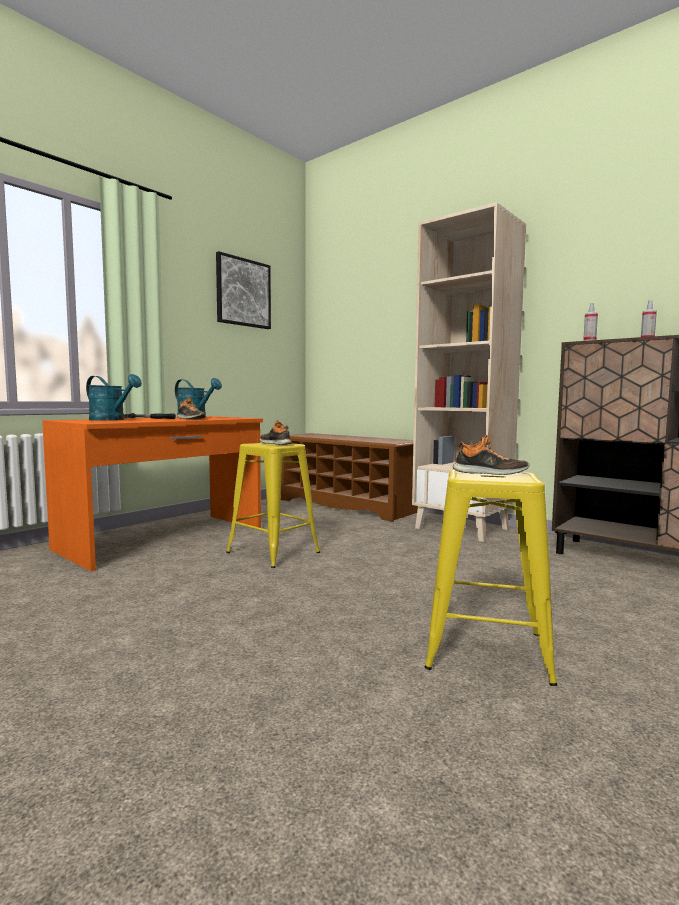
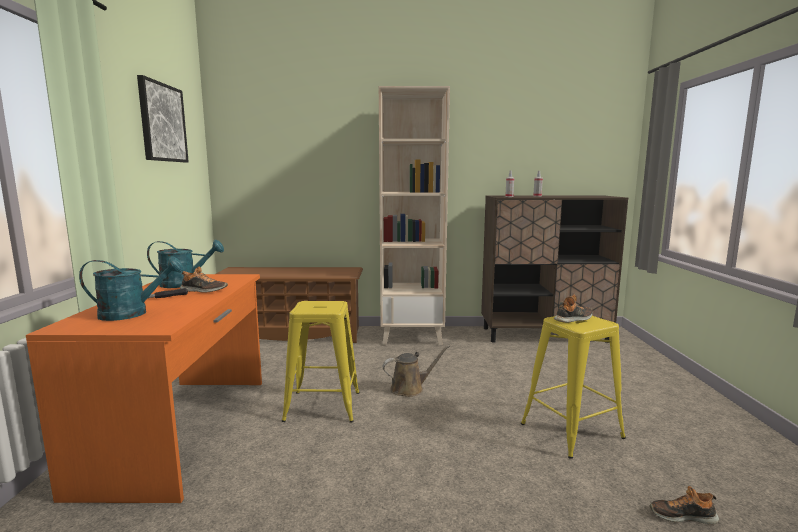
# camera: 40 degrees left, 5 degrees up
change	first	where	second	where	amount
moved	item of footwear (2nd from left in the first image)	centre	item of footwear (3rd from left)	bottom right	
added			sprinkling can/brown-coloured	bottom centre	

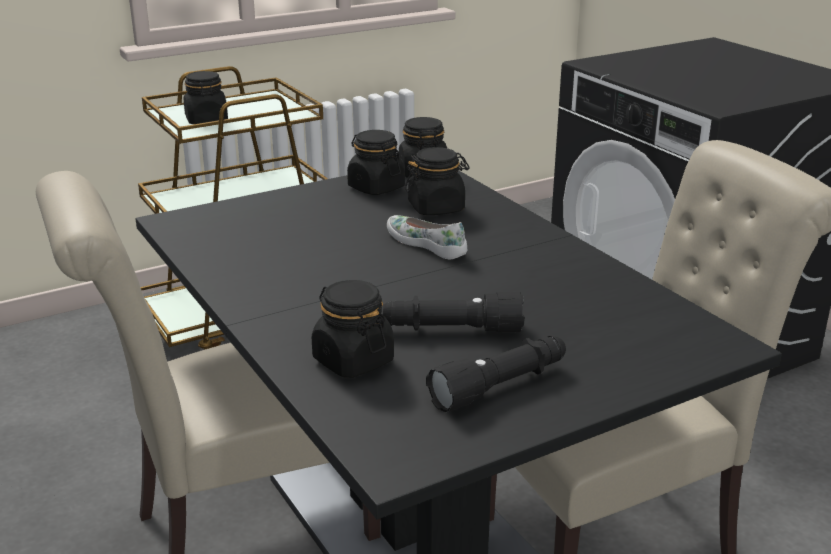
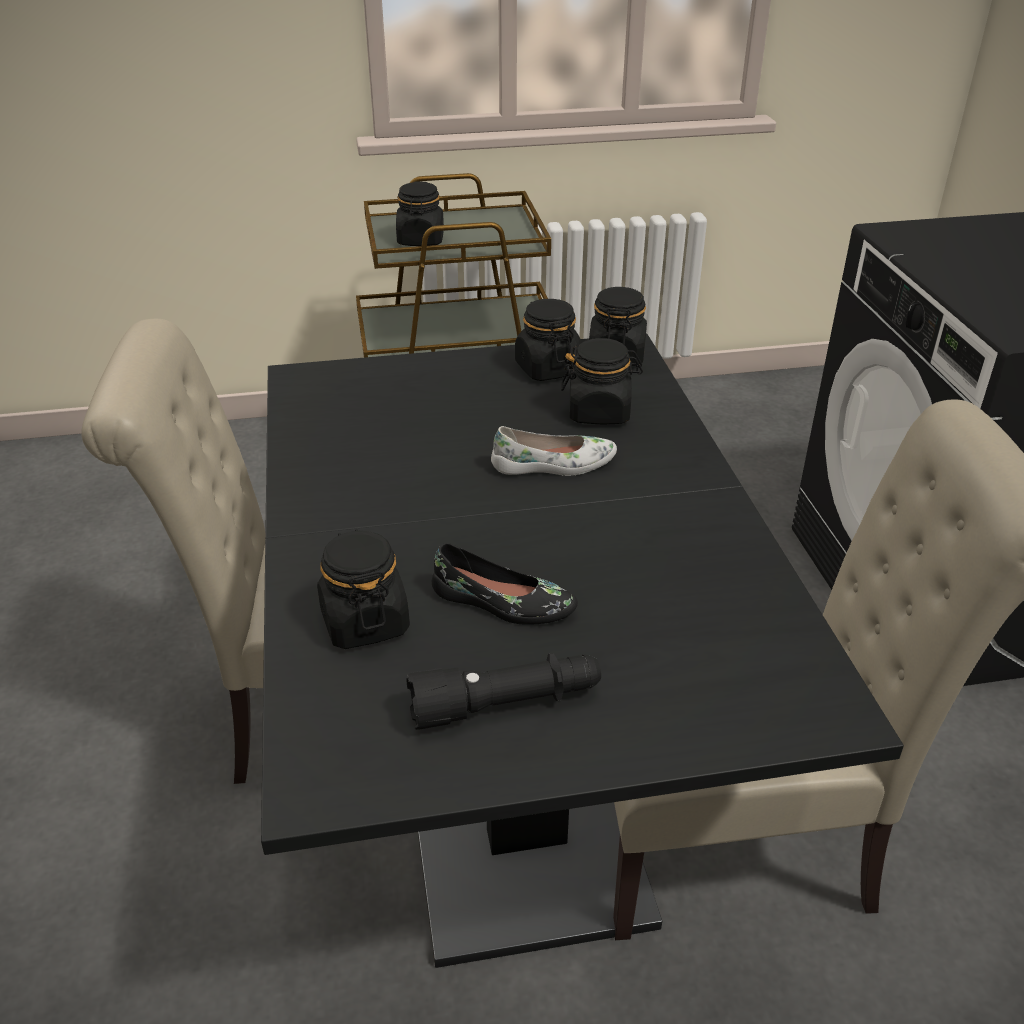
# camera: 20 degrees right, 10 degrees up
change	first	where	second	where	amount
replaced	torch/black (1st from left)	centre	item of footwear/black	centre	
turned	item of footwear/white-coloured	centre		centre	105 degrees clockwise

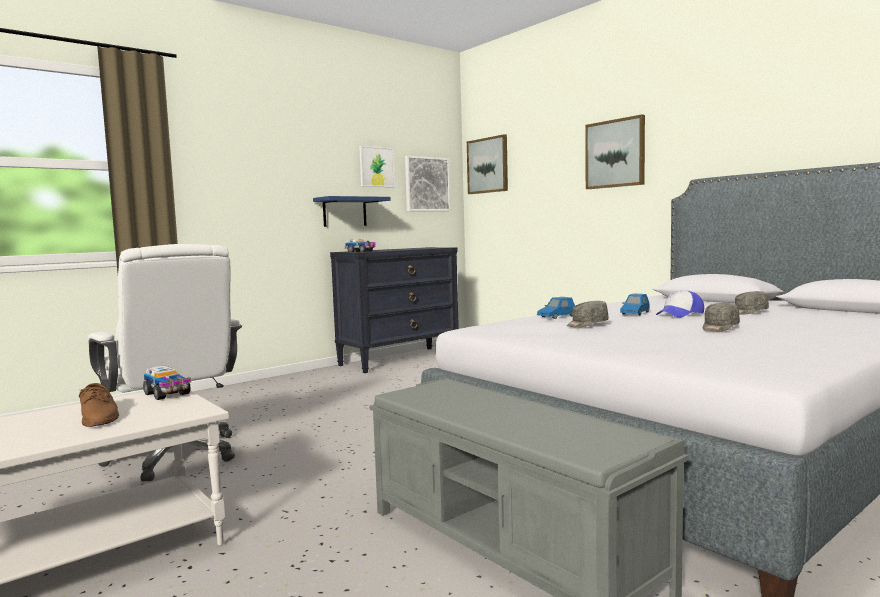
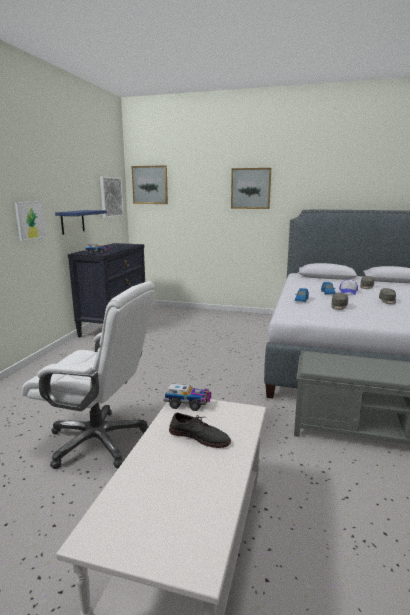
# camera: 35 degrees left, 10 degrees up
change	first	where	second	where	amount
recoloured	item of footwear/brown-coloured	bottom left	item of footwear/greyish	bottom centre	
moved	wall picture (1st from left)	top centre		middle left	

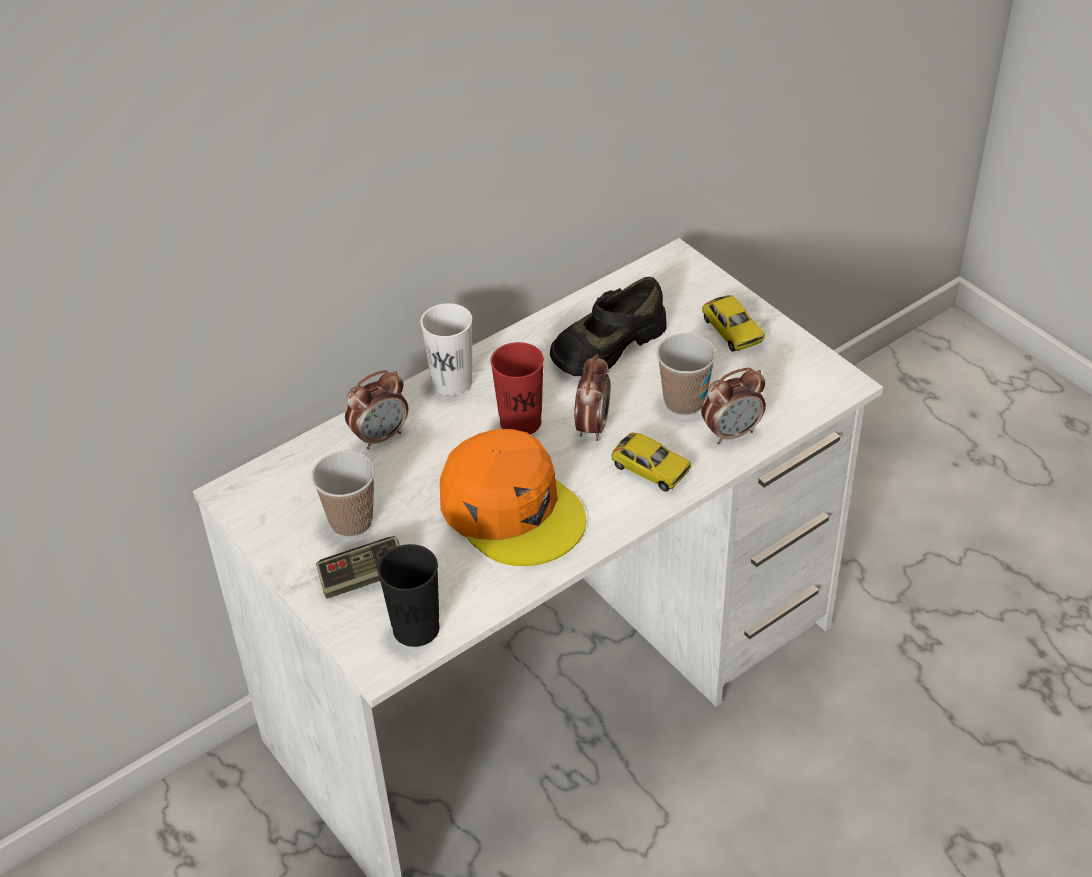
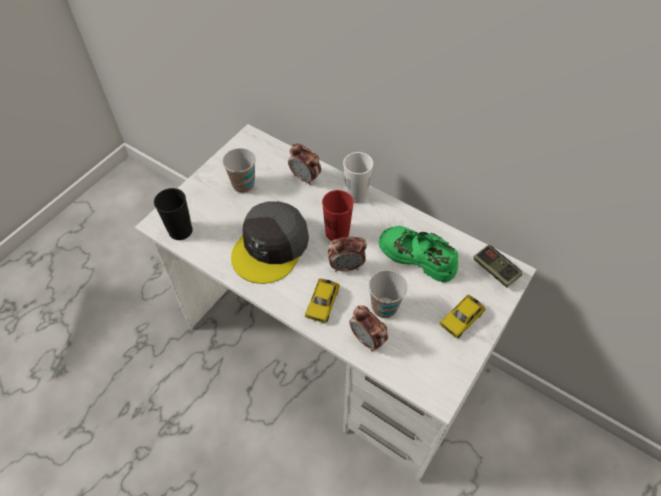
# camera: 70 degrees right, 10 degrees up
change	first	where	second	where	amount
moved	gamepad	middle left		middle right	
recoloured	peaked cap/orange	centre	peaked cap/greyish	centre	
recoloured	item of footwear/black	centre	item of footwear/green-coloured	centre	

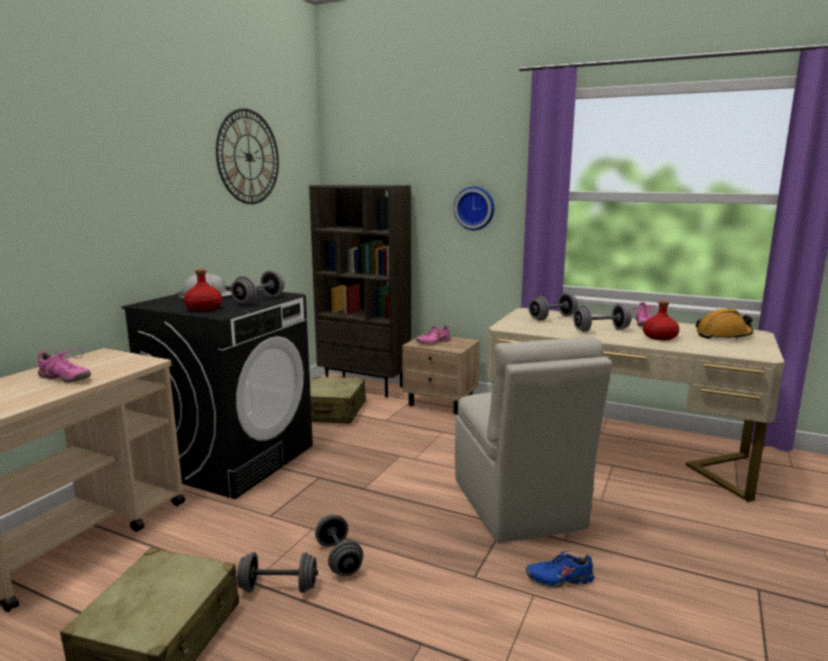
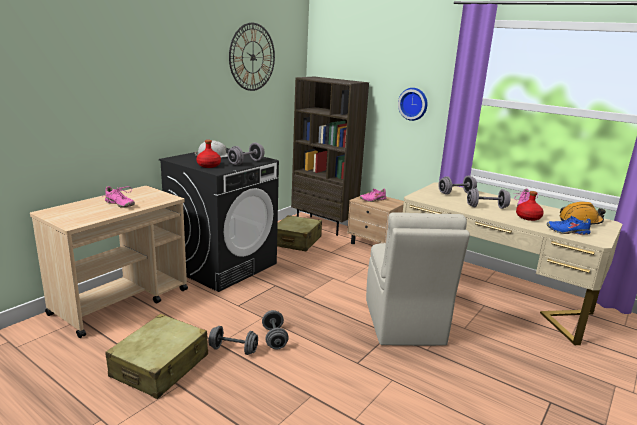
# camera: 10 degrees right, 5 degrees up
change	first	where	second	where	amount
moved	item of footwear/bluish	bottom right		middle right	

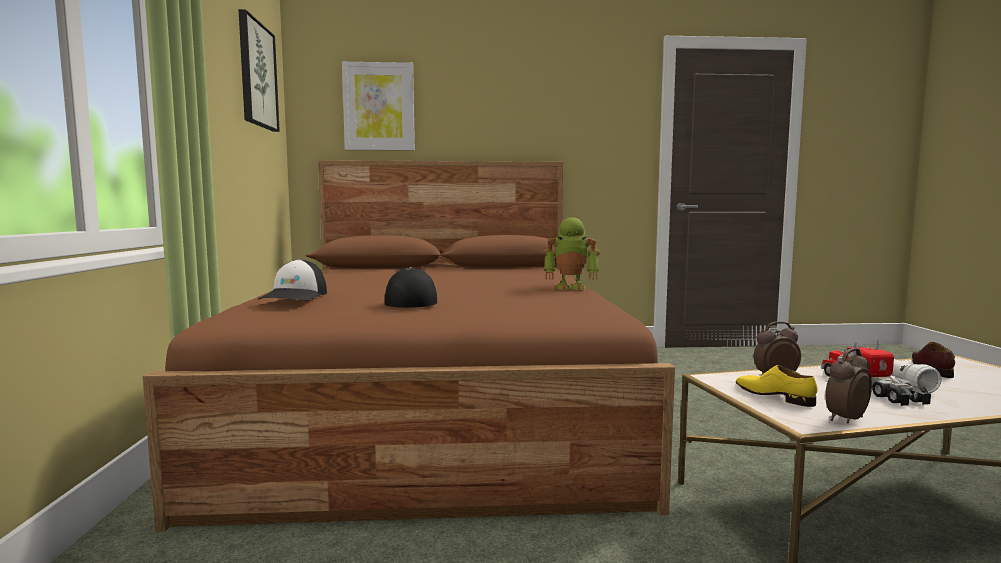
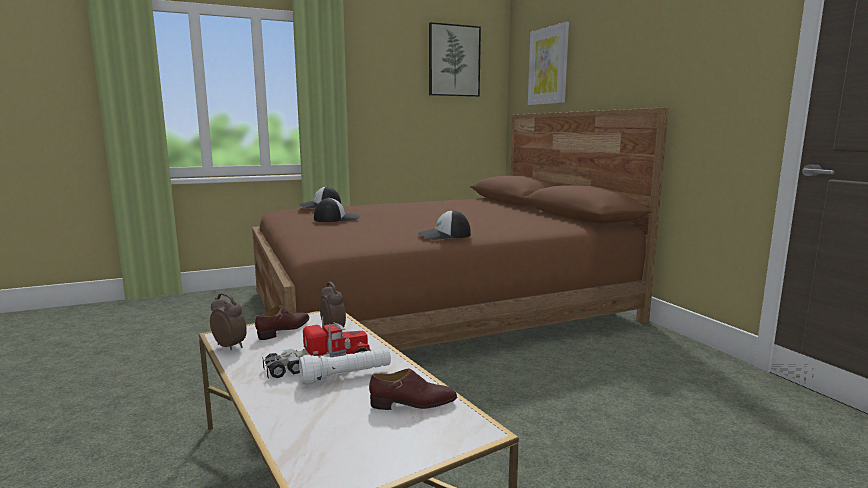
# camera: 70 degrees right, 5 degrees up
change	first	where	second	where	amount
replaced	model robot	centre	peaked cap (3rd from left)	centre	
recoloured	item of footwear/yellow	bottom right	item of footwear/brown-coloured (1st from left)	middle left	

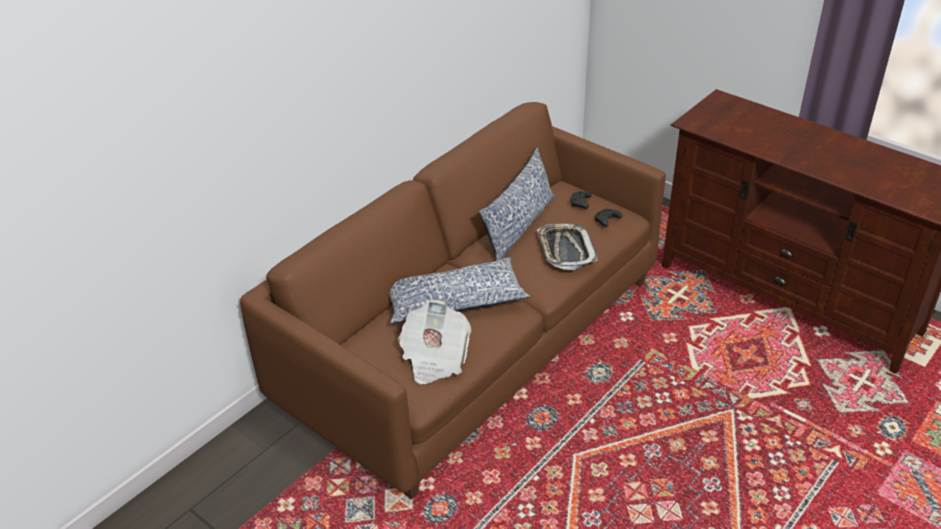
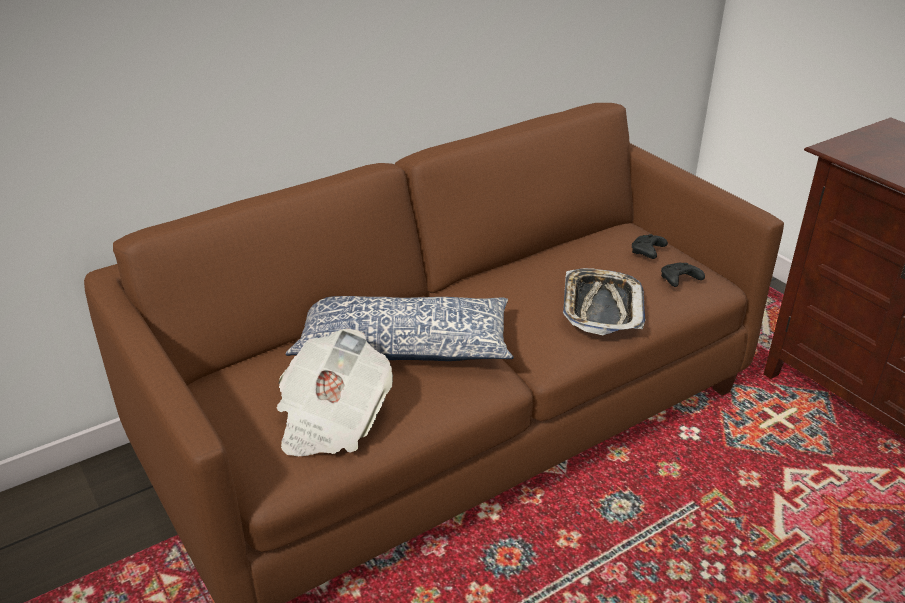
# camera: 15 degrees right, 5 degrees down
change	first	where	second	where	amount
removed	throw pillow (2nd from left)	centre			

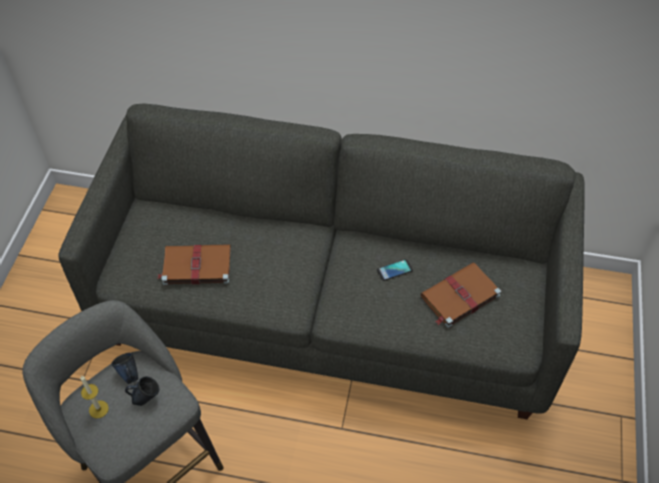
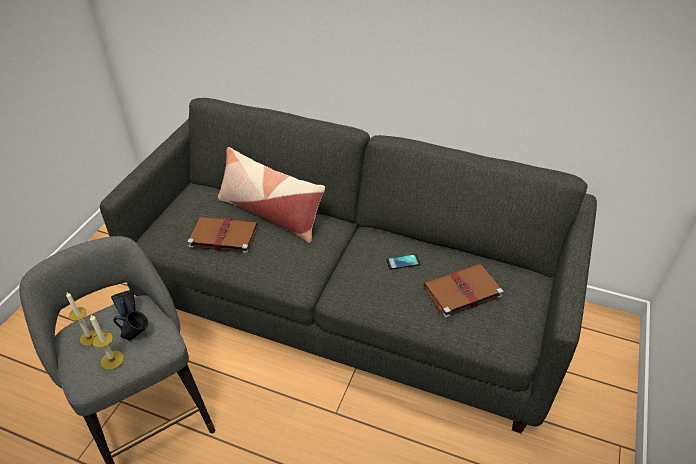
# camera: 10 degrees right, 10 degrees down
change	first	where	second	where	amount
added			wax candle (2nd from left)	bottom left	
added			throw pillow	centre	

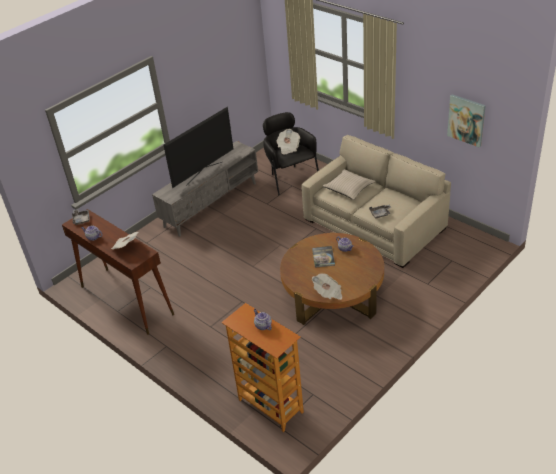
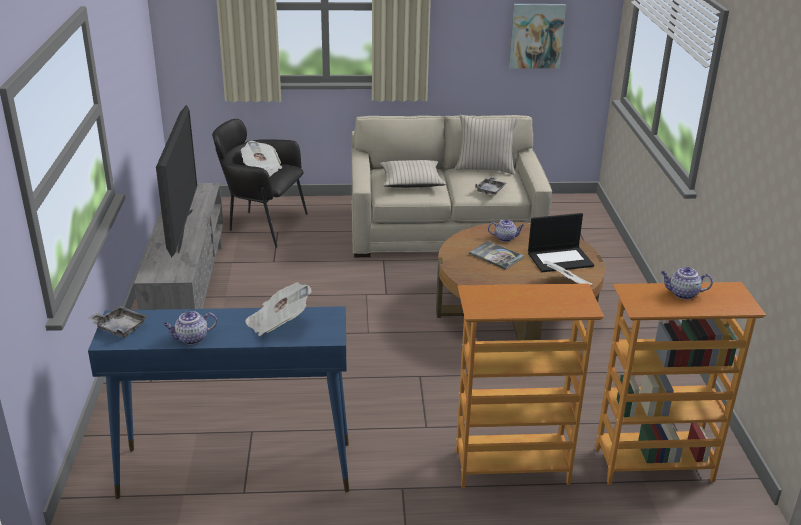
# camera: 50 degrees left, 10 degrees down
change	first	where	second	where	amount
recoloured	narrow table/brown-coloured	middle left	narrow table/bluish	bottom left	
added			throw pillow/sand-coloured (2nd from left)	top centre	
added			bookcase (1st from left)	bottom centre	
added			notebook computer	middle right	

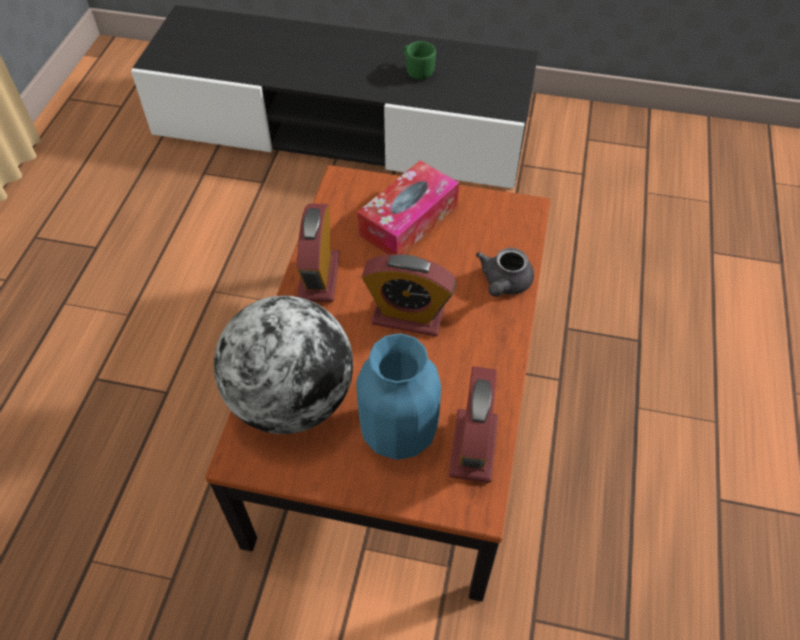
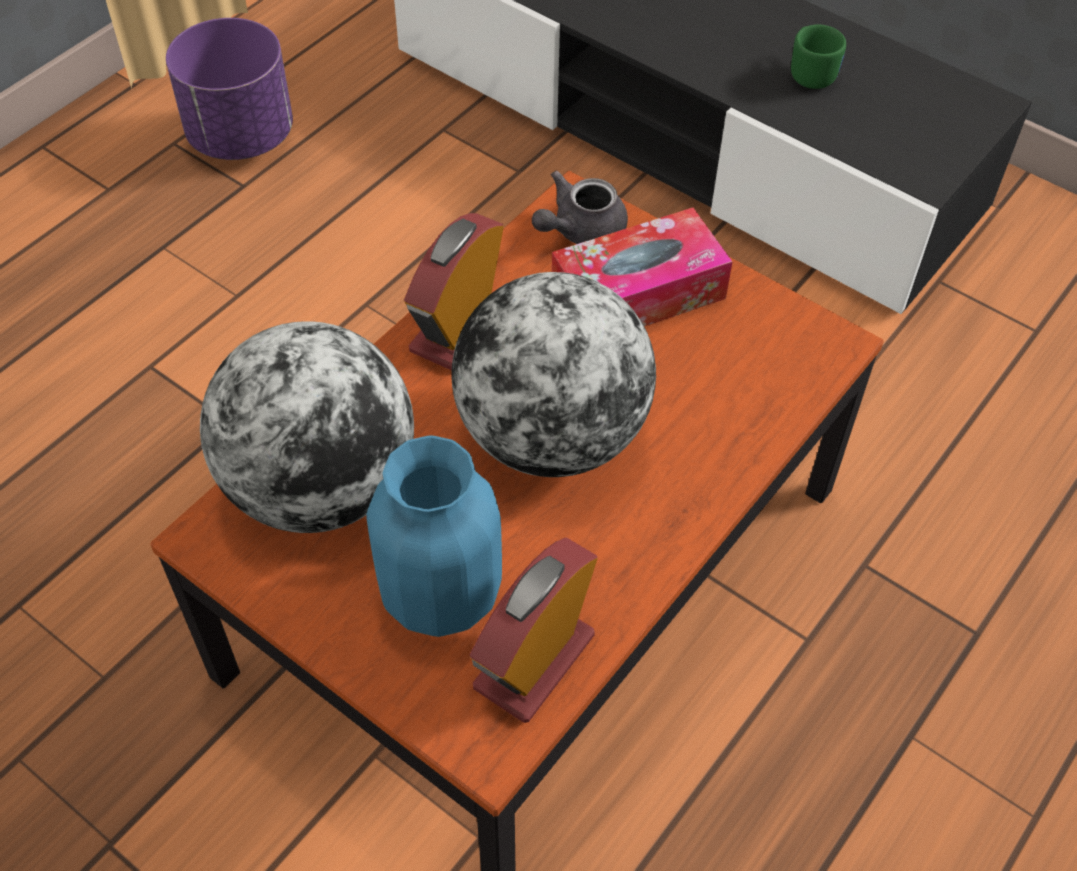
# camera: 25 degrees right, 0 degrees up
change	first	where	second	where	amount
replaced	bedside clock (2nd from left)	centre	desk globe (2nd from left)	centre	
moved	teapot/greyish	centre		top centre	
added			plant pot/purple-coloured	top left	

